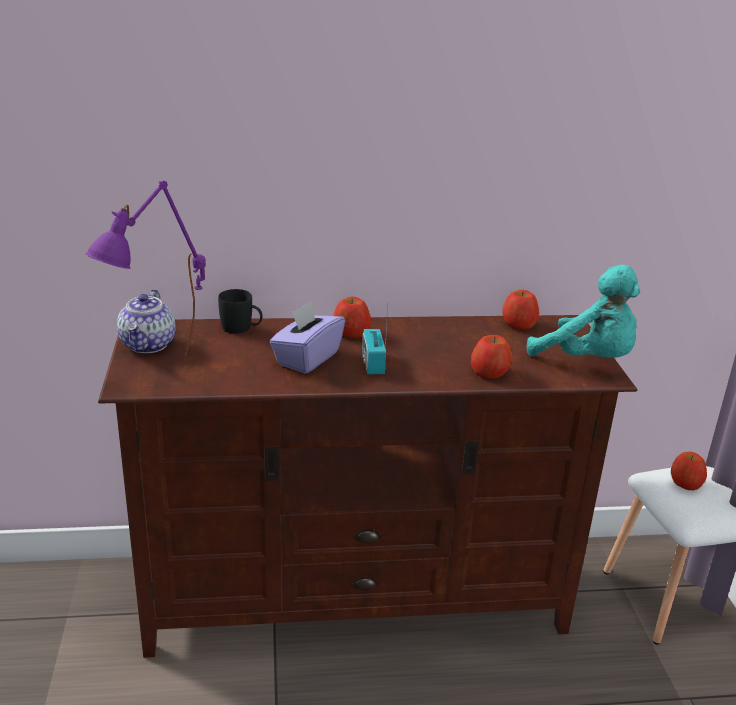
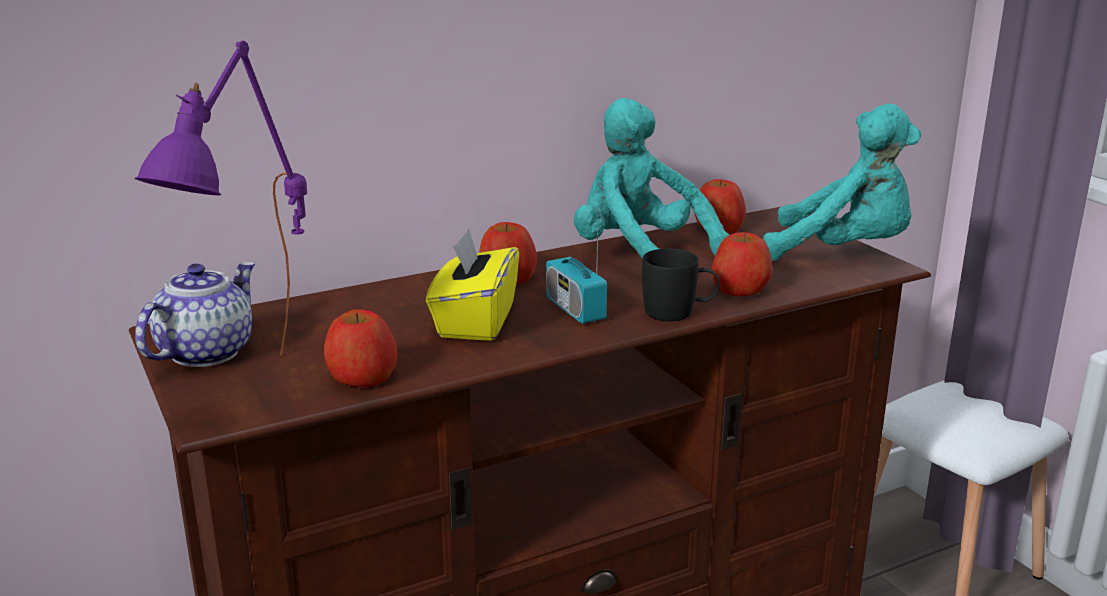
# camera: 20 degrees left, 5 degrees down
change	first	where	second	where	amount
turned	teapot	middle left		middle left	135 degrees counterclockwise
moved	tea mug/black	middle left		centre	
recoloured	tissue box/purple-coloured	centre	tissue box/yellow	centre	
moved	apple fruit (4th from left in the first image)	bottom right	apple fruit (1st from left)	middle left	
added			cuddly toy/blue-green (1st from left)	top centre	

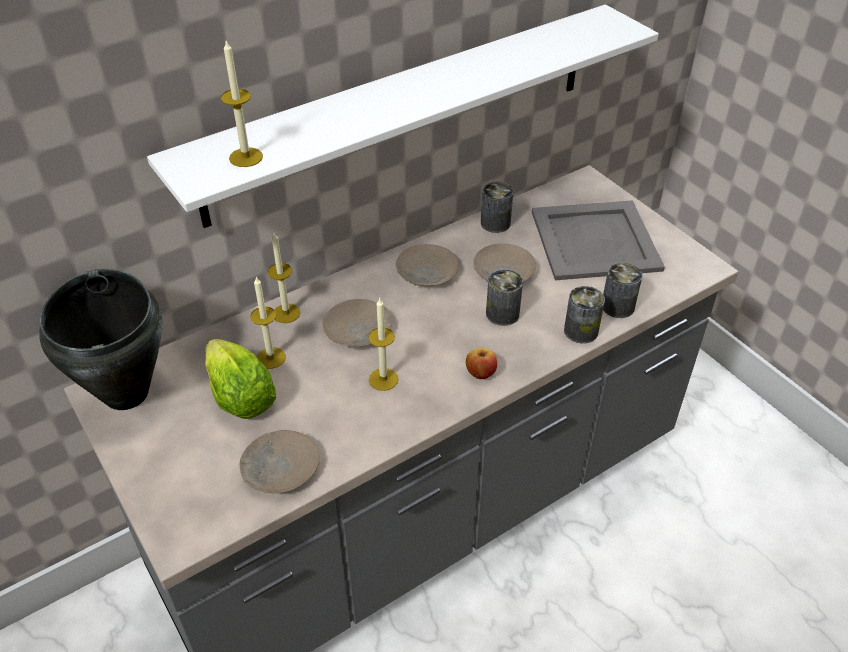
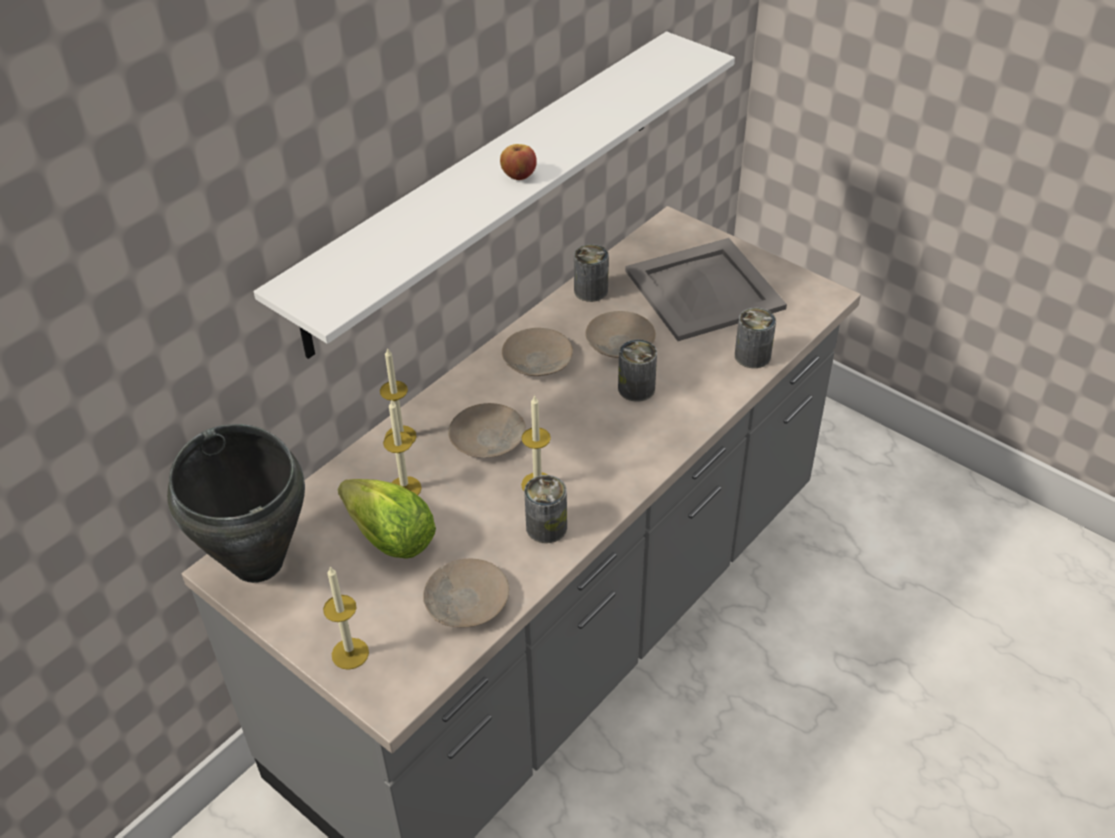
# camera: 15 degrees left, 0 degrees up
change	first	where	second	where	amount
moved	wax candle (1st from left)	top left		bottom left	
moved	apple fruit	centre		top centre	
moved	metal can (3rd from left in the first image)	middle right	metal can (1st from left)	centre	

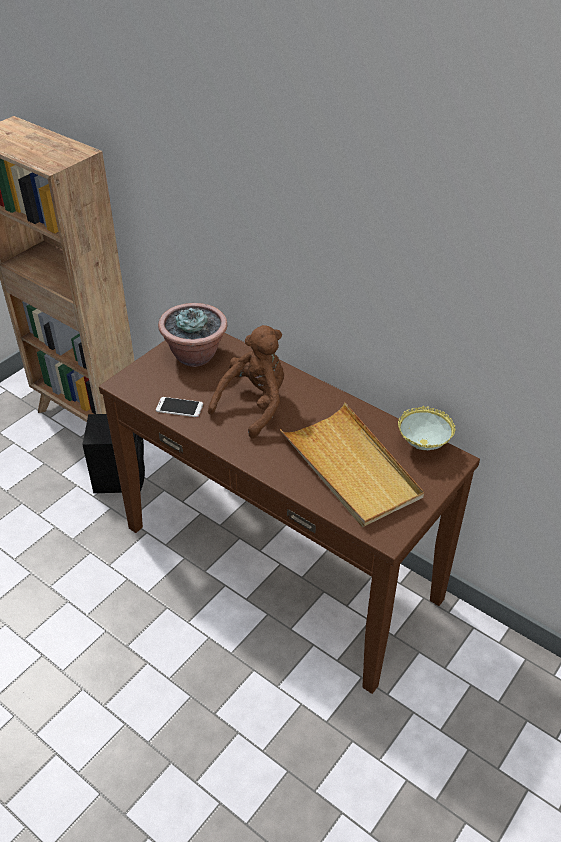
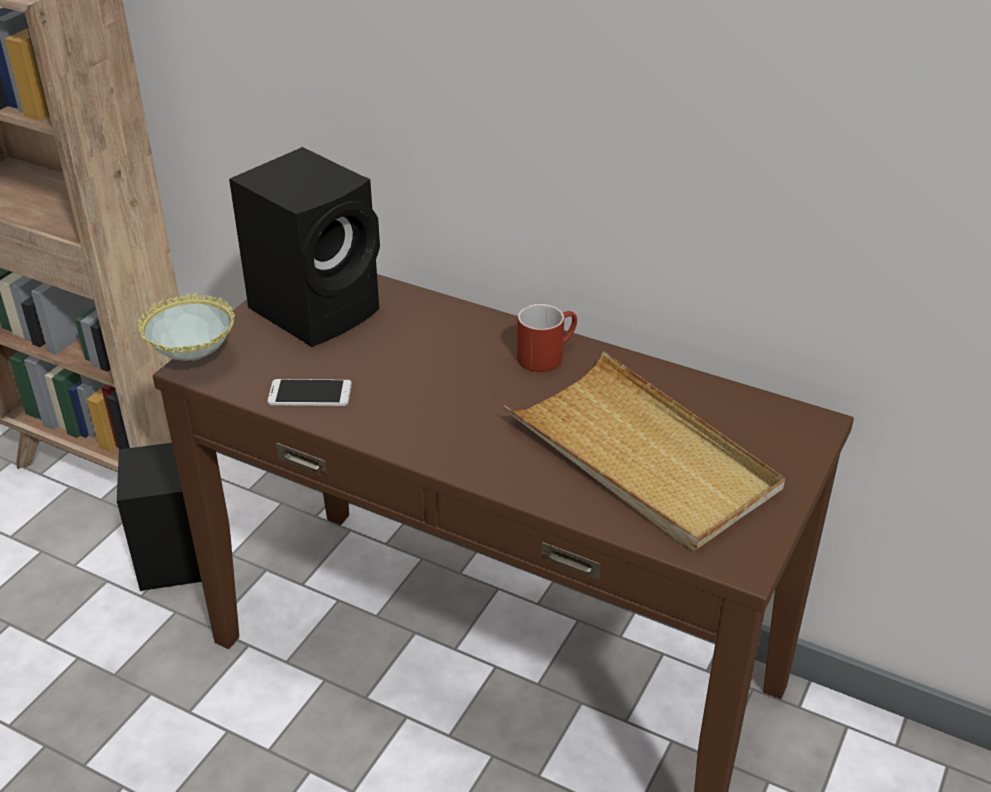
# camera: 10 degrees left, 5 degrees down
change	first	where	second	where	amount
replaced	plant in a pot	centre	audio speaker/black (2nd from left)	top left	
removed	cuddly toy/brown-coloured	centre			
moved	serving bowl	middle right		middle left	
added			tea mug/reddish	centre	

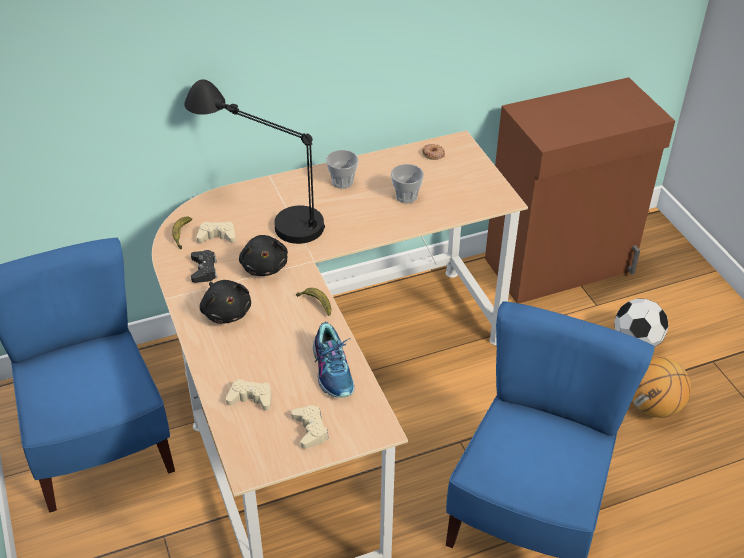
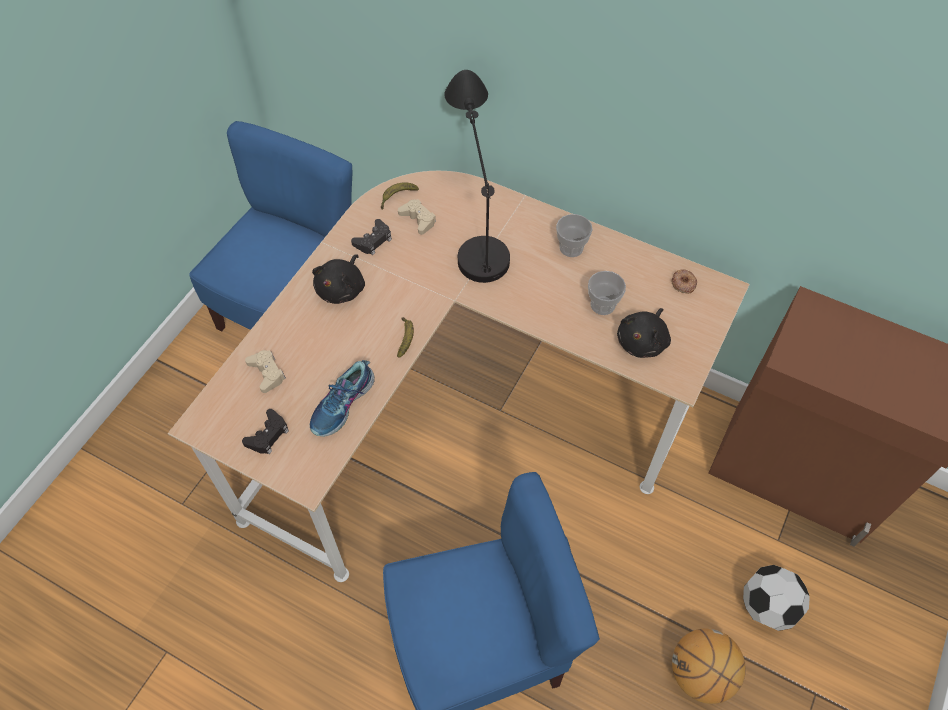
# camera: 50 degrees right, 15 degrees up
change	first	where	second	where	amount
moved	cuddly toy/black (2nd from left)	centre		middle right	
recoloured	gamepad/sand-coloured (3rd from left)	bottom centre	gamepad/black (1st from left)	middle left	

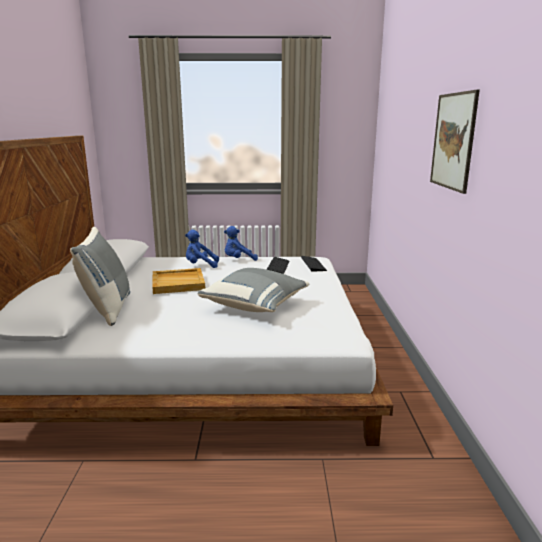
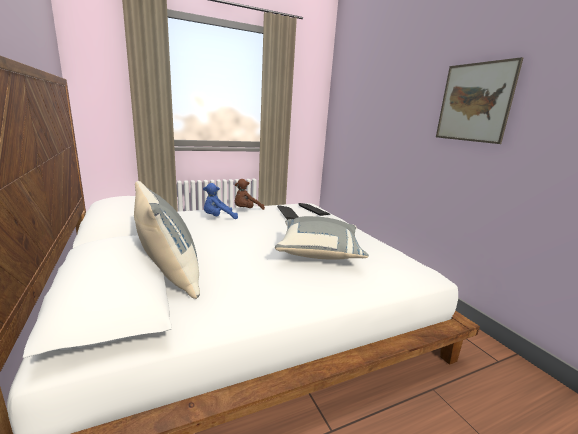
# camera: 25 degrees left, 0 degrees up
change	first	where	second	where	amount
removed	carrying tray/sand-coloured	middle left			
recoloured	cuddly toy/bluish (2nd from left)	centre	cuddly toy/brown-coloured	centre	

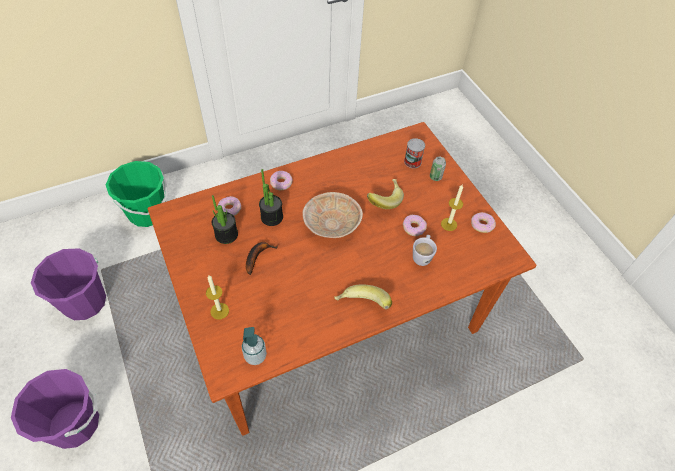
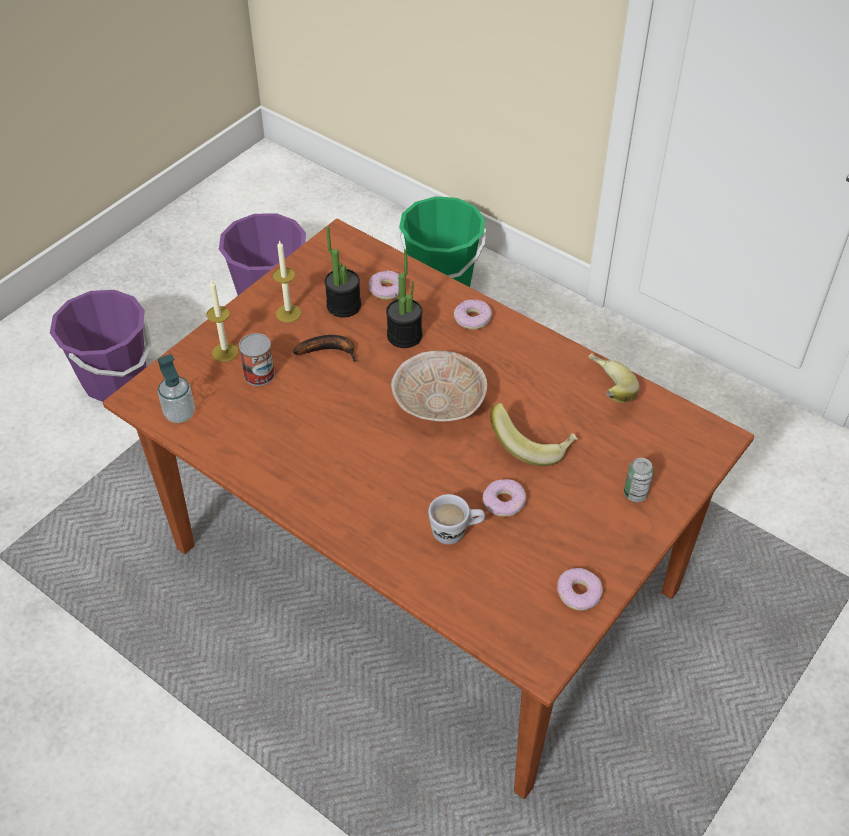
# camera: 65 degrees right, 5 degrees down
change	first	where	second	where	amount
moved	banana (2nd from left in the first image)	centre	banana (3rd from left)	middle right	
moved	metal can (1st from left)	top centre		middle left	
moved	wax candle (2nd from left)	middle right		centre	

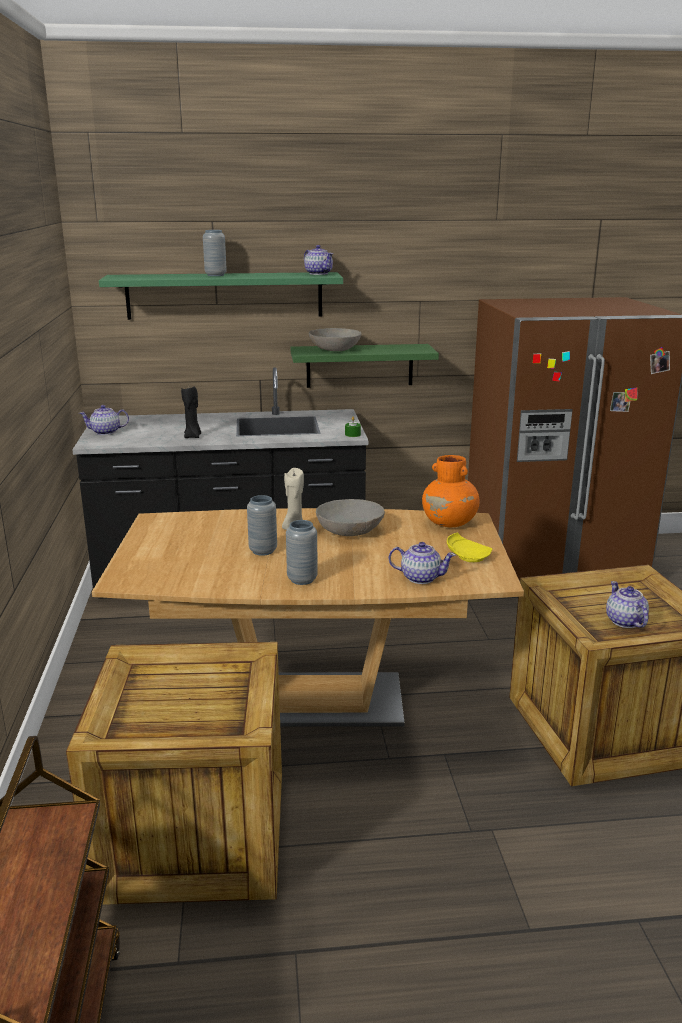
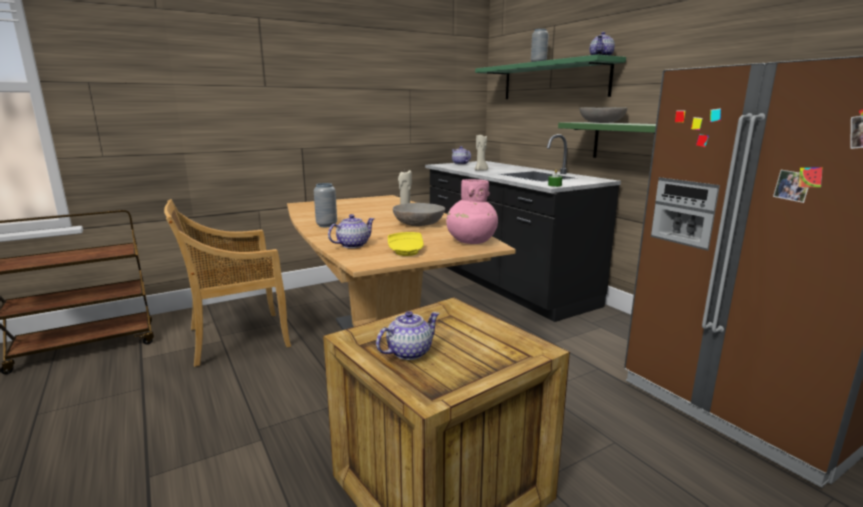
# camera: 65 degrees right, 5 degrees down
change	first	where	second	where	amount
replaced	packing crate (1st from left)	bottom left	chair/sand-coloured	middle left	
recoloured	wax candle/black	middle left	wax candle/sand-coloured (2nd from left)	top centre	
removed	vase/greyish (2nd from left)	centre			
turned	teapot (3rd from left in the first image)	centre	teapot (1st from left)	centre	120 degrees counterclockwise
recoloured	vase/orange	centre	vase/pink-coloured	centre	

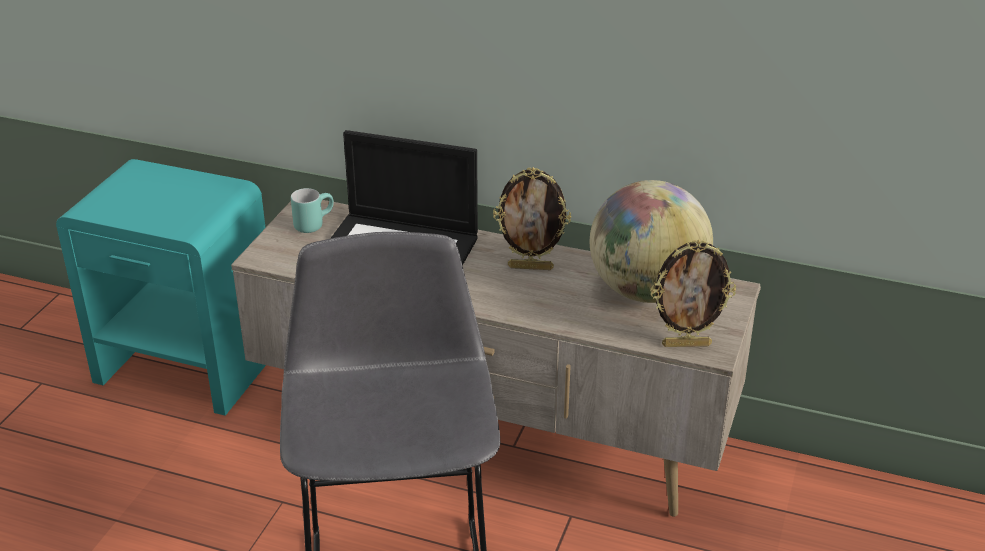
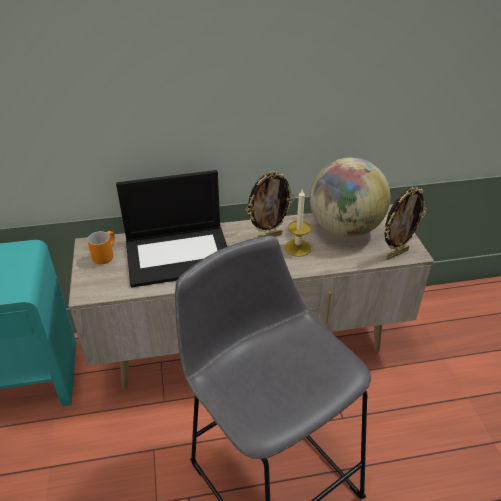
# camera: 30 degrees left, 5 degrees up
change	first	where	second	where	amount
recoloured	tea mug/blue-green	middle left	tea mug/orange	middle left	
added			wax candle	centre	

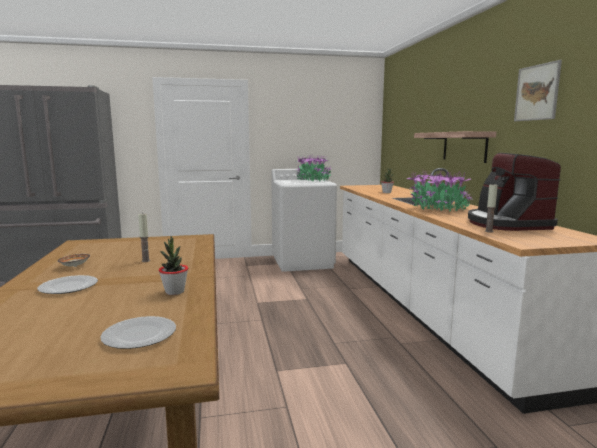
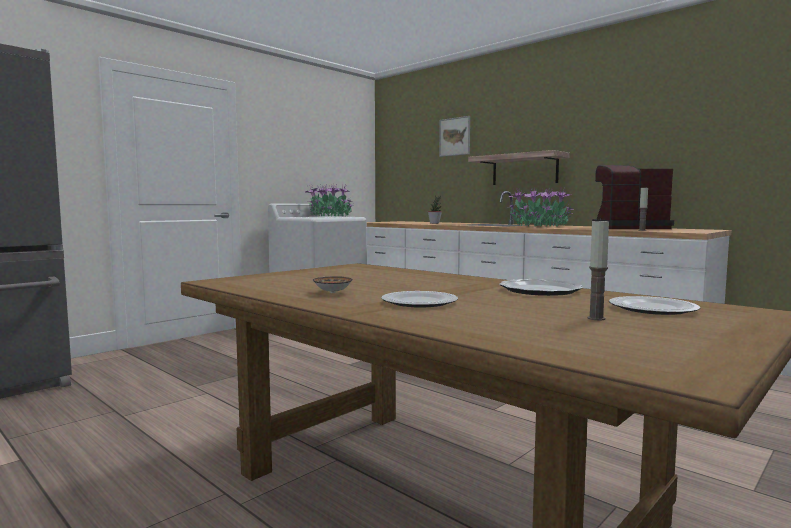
# camera: 35 degrees left, 5 degrees down
change	first	where	second	where	amount
moved	wax candle (1st from left)	middle left		middle right	
replaced	plant in a pot (1st from left)	middle left	flat dish (2nd from left)	middle right	
turned	coffee maker	middle right		middle right	135 degrees clockwise
moved	wall picture	top right		top centre	

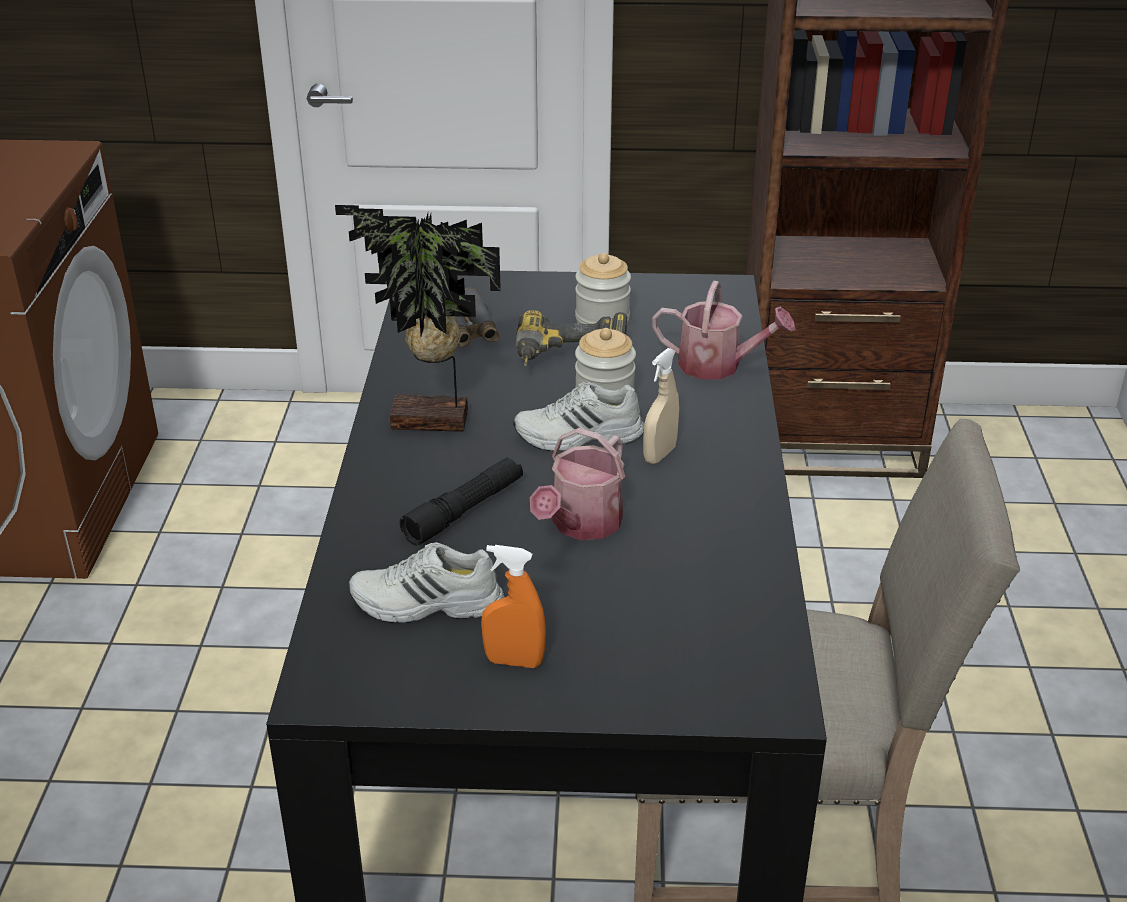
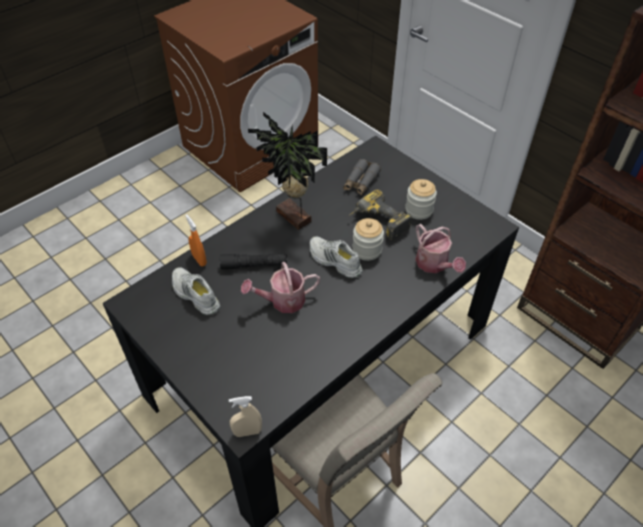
# camera: 45 degrees right, 15 degrees up
change	first	where	second	where	amount
moved	spray bottle/orange	bottom centre		middle left	
moved	spray bottle/sand-coloured	centre		bottom centre	

